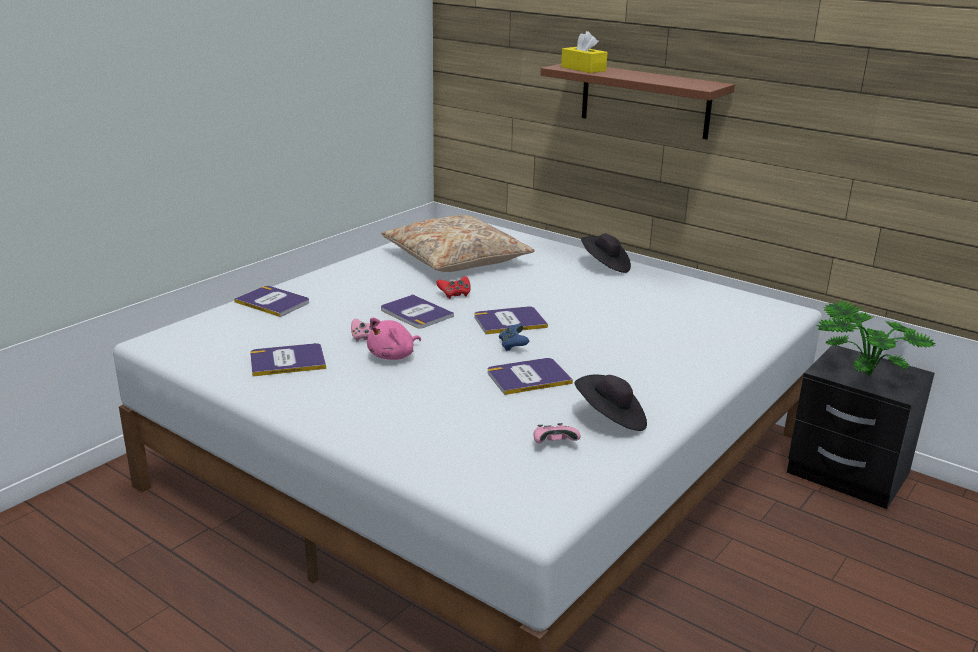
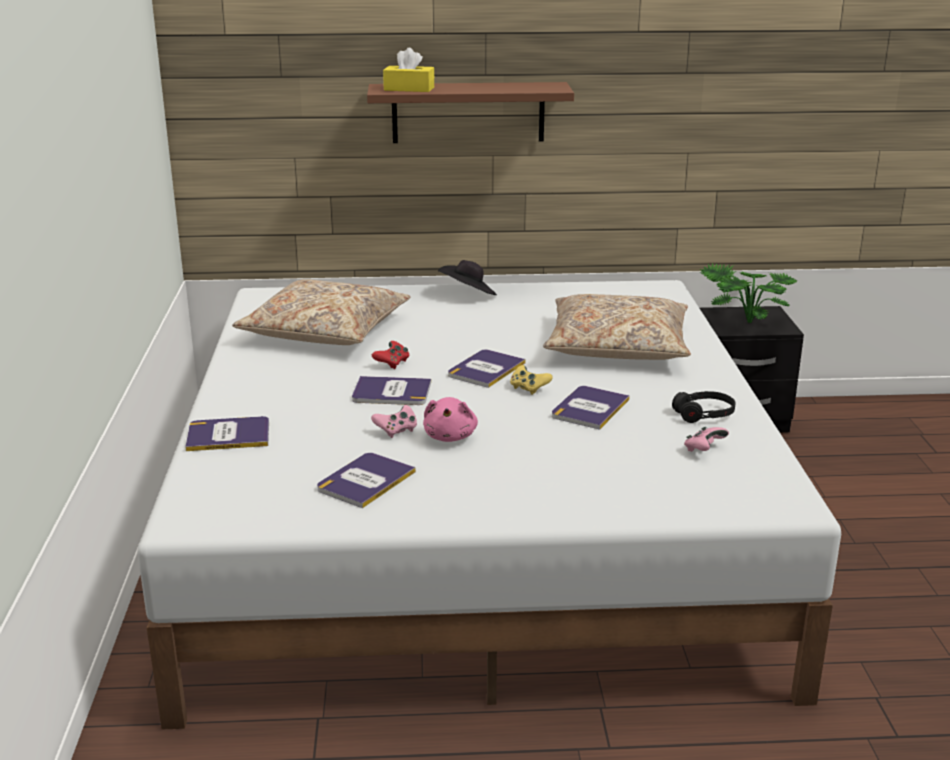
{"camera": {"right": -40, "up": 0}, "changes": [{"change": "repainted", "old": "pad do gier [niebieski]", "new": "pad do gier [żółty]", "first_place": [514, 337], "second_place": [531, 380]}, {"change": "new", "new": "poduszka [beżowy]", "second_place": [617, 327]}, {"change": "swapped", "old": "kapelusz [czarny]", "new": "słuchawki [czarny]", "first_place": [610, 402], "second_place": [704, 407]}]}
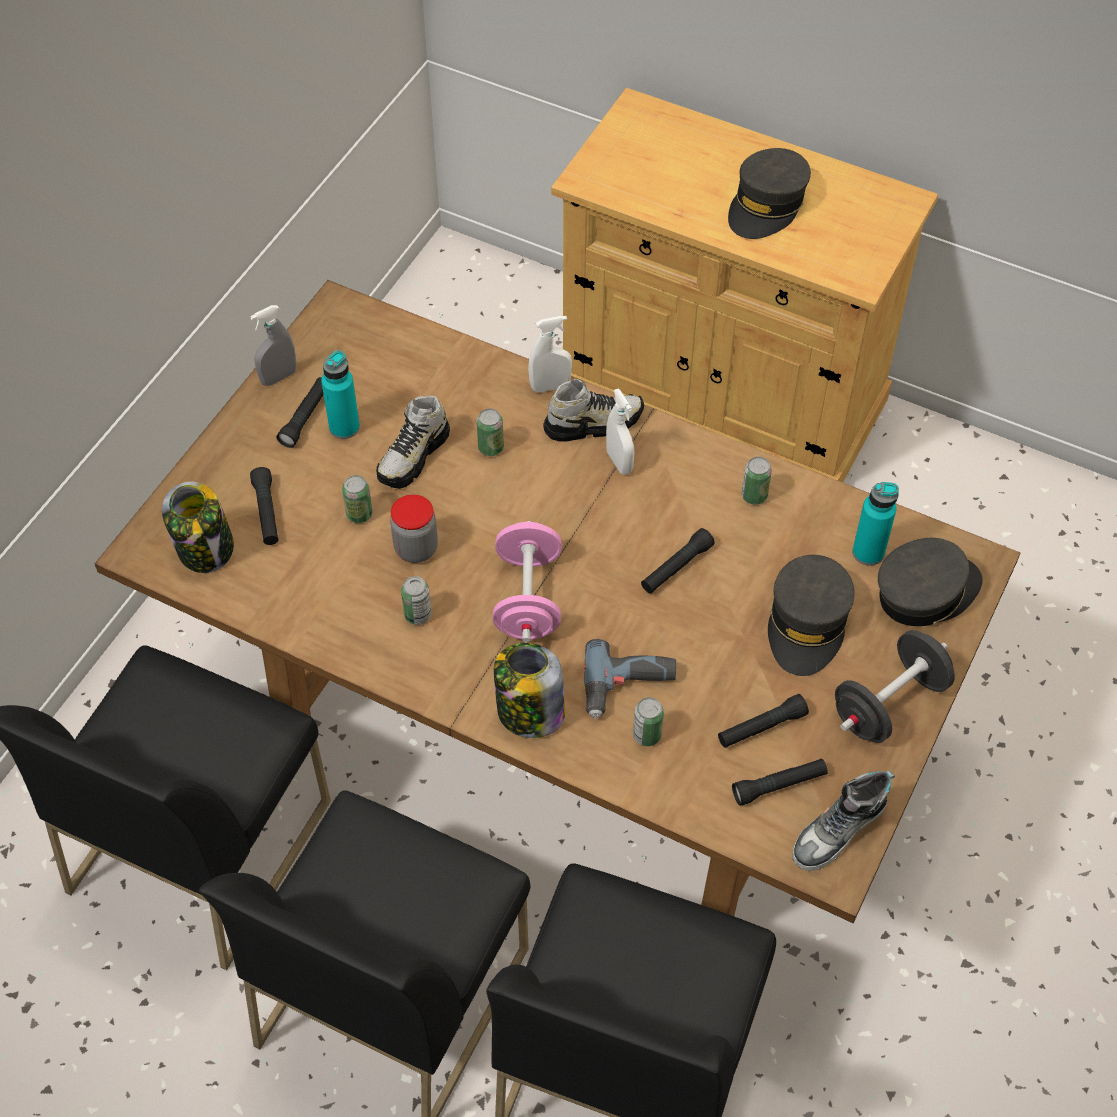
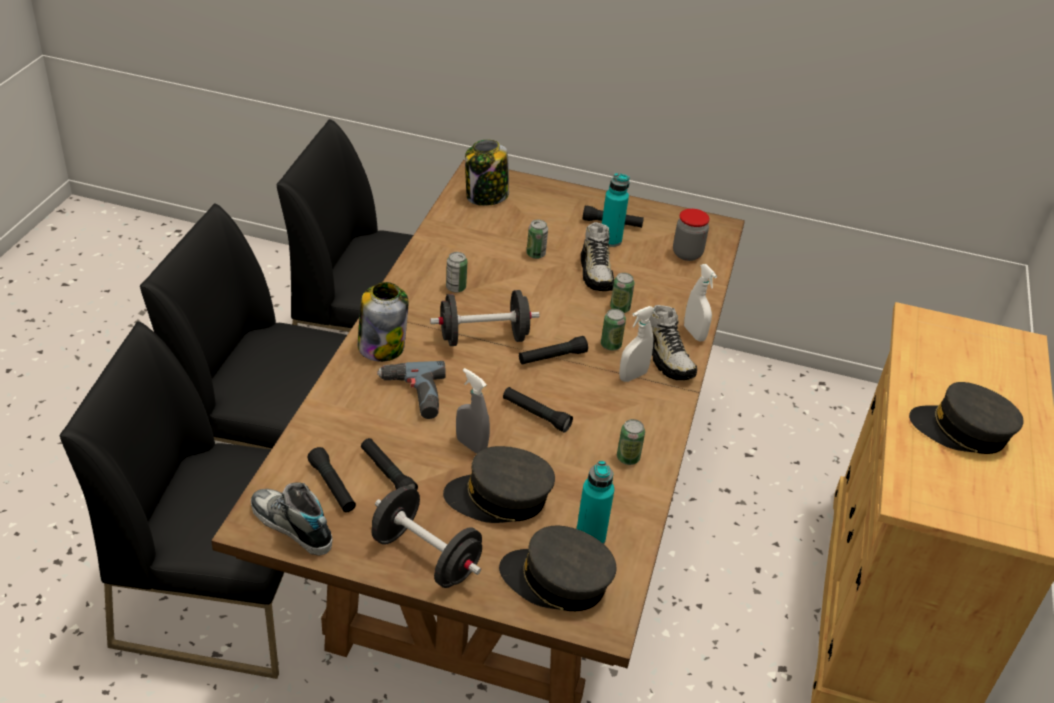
{"camera": {"right": 75, "up": -15}, "changes": [{"change": "repainted", "old": "hantel [różowy]", "new": "hantel [czarny]", "first_place": [527, 581], "second_place": [484, 318]}, {"change": "shifted", "old": "spryskiwacz [szary]", "first_place": [273, 345], "second_place": [473, 411]}, {"change": "rotated", "old": "czapka z daszkiem [szary]", "first_place": [930, 582], "second_place": [557, 568], "degrees": 150}, {"change": "shifted", "old": "latarka [czarny]", "first_place": [264, 506], "second_place": [553, 350]}, {"change": "rotated", "old": "but", "first_place": [413, 442], "second_place": [597, 256], "degrees": -120}, {"change": "shifted", "old": "puszka", "first_place": [648, 721], "second_place": [613, 330]}, {"change": "shifted", "old": "słoik", "first_place": [414, 529], "second_place": [691, 235]}]}
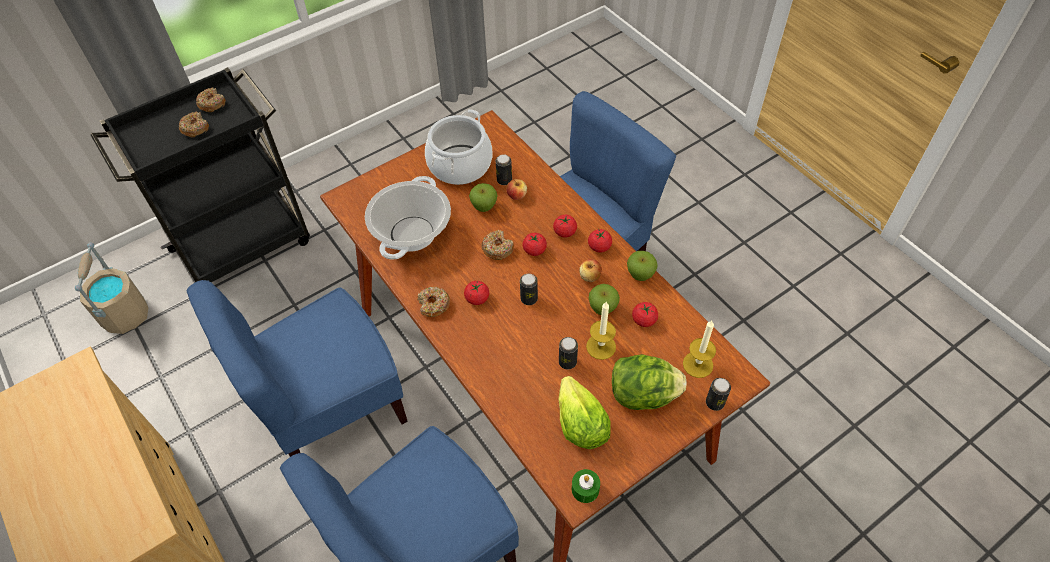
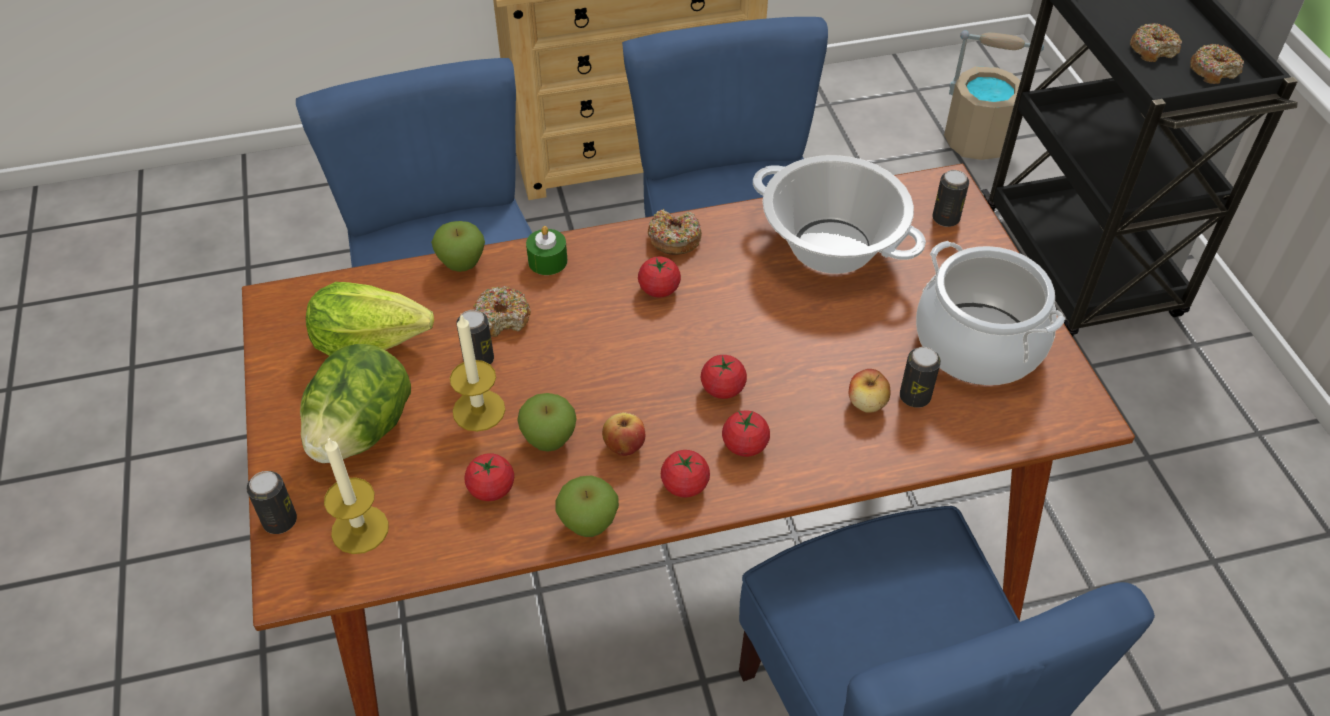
{"camera": {"right": 110, "up": -5}, "changes": [{"change": "shifted", "old": "jabłko", "first_place": [483, 197], "second_place": [458, 246]}, {"change": "shifted", "old": "donut", "first_place": [497, 245], "second_place": [502, 311]}, {"change": "shifted", "old": "świeca [zielony]", "first_place": [586, 486], "second_place": [547, 250]}, {"change": "shifted", "old": "puszka", "first_place": [529, 289], "second_place": [950, 198]}]}
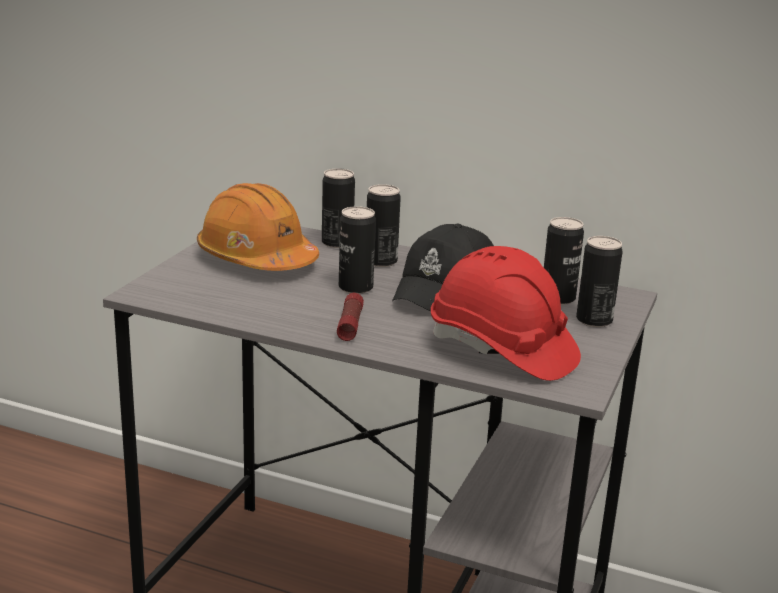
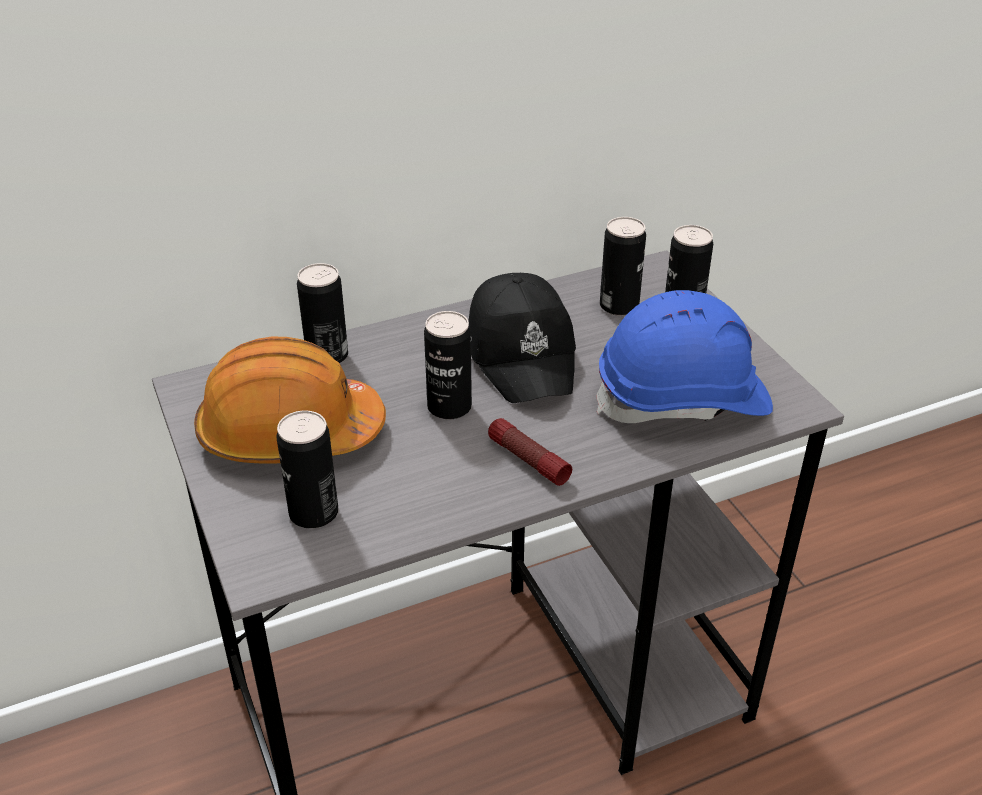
{"camera": {"right": -45, "up": 15}, "changes": [{"change": "shifted", "old": "puszka", "first_place": [384, 225], "second_place": [307, 469]}, {"change": "repainted", "old": "kask [czerwony]", "new": "kask [niebieski]", "first_place": [506, 313], "second_place": [684, 356]}]}
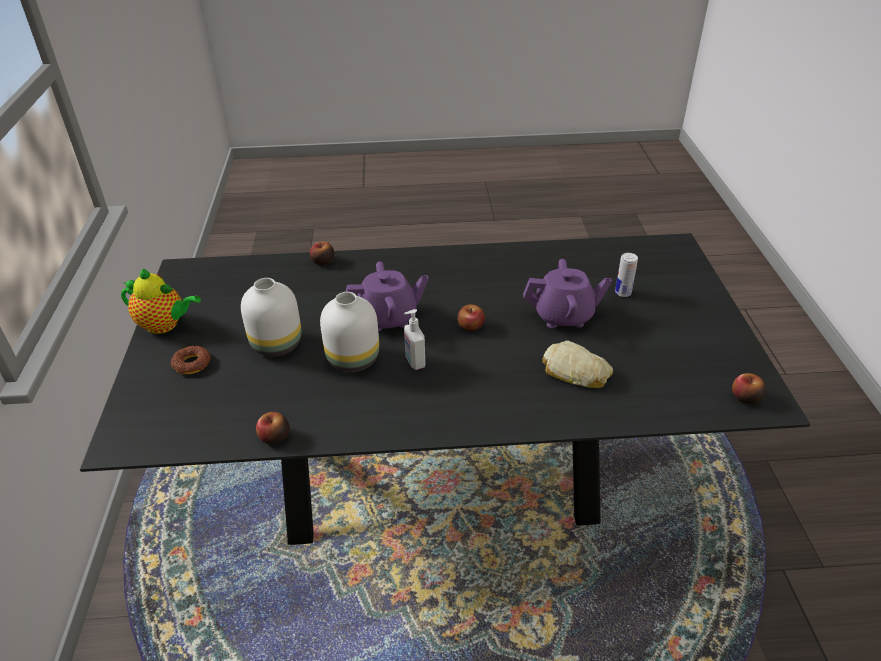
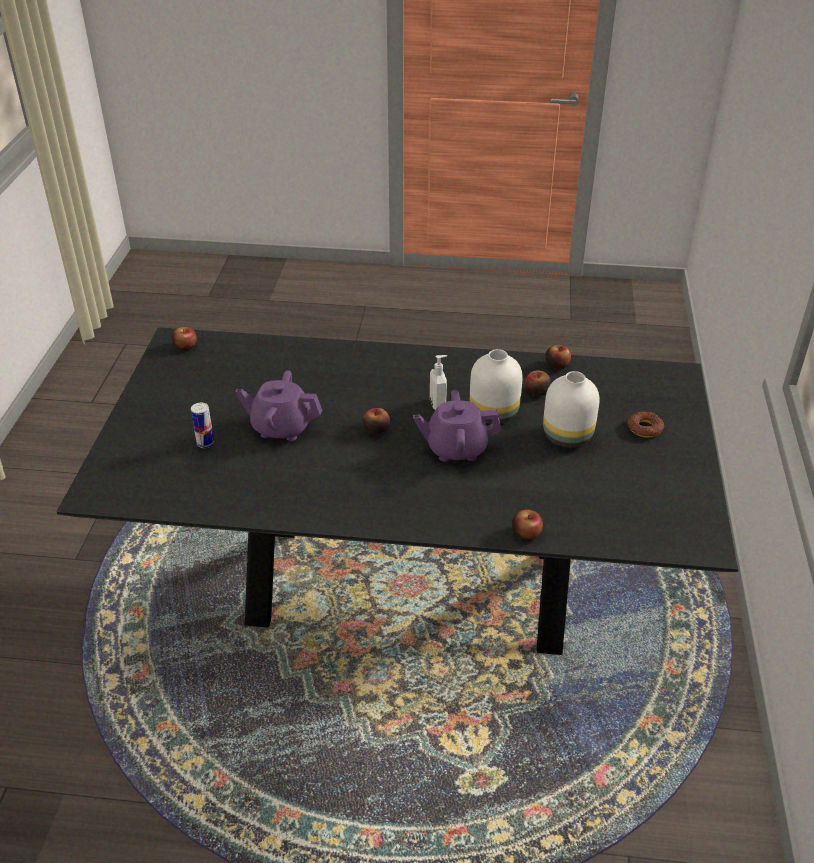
{"camera": {"right": -170, "up": 0}, "changes": [{"change": "new", "new": "jabłko", "second_place": [538, 383]}, {"change": "gone", "old": "imbryk", "first_place": [161, 301]}, {"change": "gone", "old": "chleb", "first_place": [577, 364]}]}
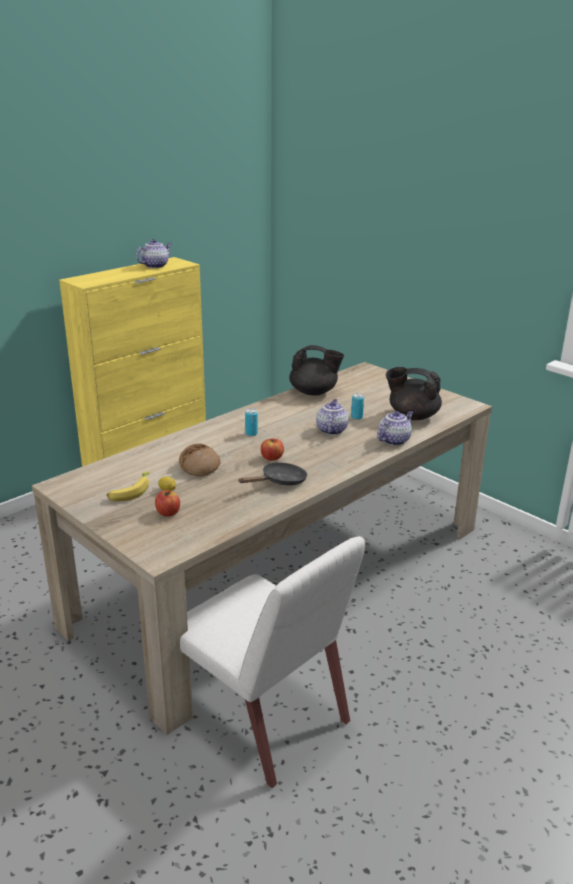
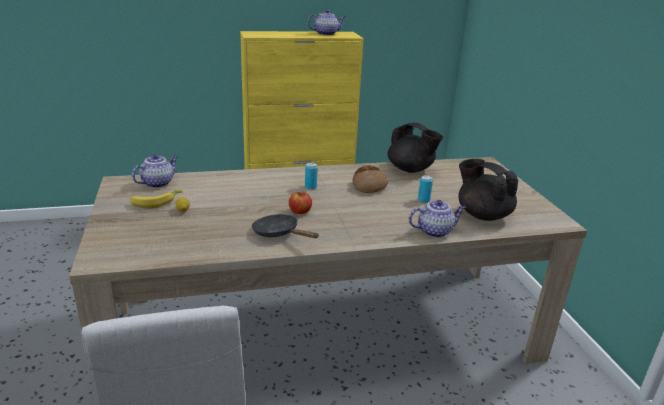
{"camera": {"right": 30, "up": 0}, "changes": [{"change": "shifted", "old": "imbryk", "first_place": [332, 417], "second_place": [155, 171]}, {"change": "rotated", "old": "patelnia [czarny]", "first_place": [272, 474], "second_place": [285, 226], "degrees": -135}, {"change": "shifted", "old": "chleb", "first_place": [200, 460], "second_place": [370, 179]}, {"change": "gone", "old": "jabłko", "first_place": [167, 503]}]}
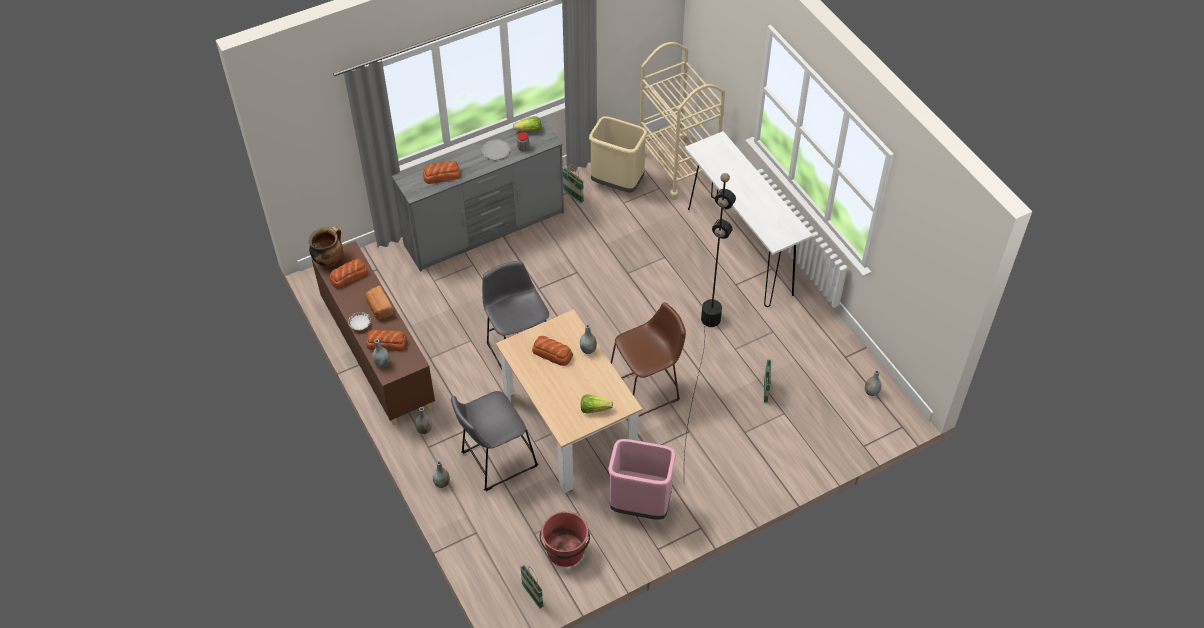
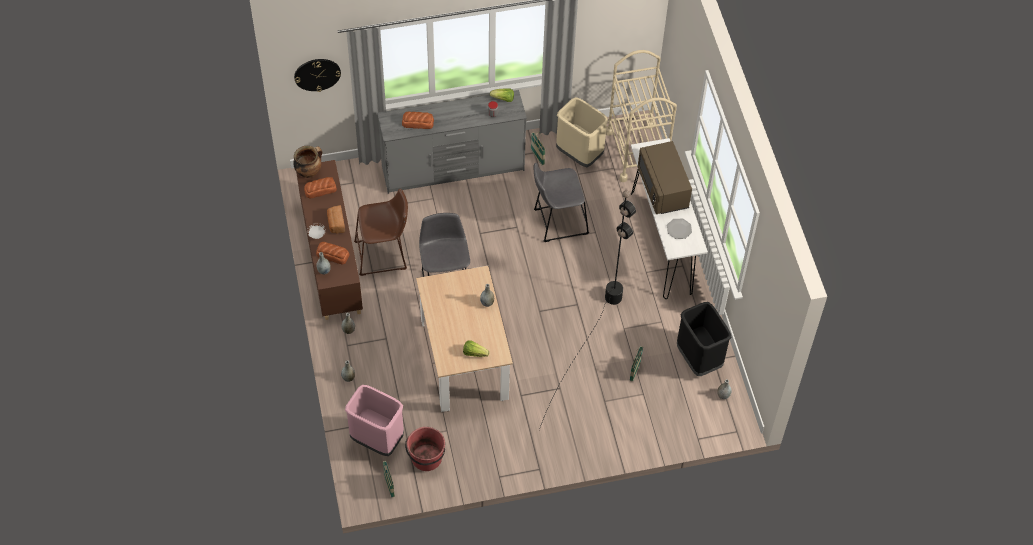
{"camera": {"right": 15, "up": 5}, "changes": [{"change": "new", "new": "zegar ścienny", "second_place": [317, 75]}, {"change": "shifted", "old": "kosz na śmieci [różowy]", "first_place": [642, 479], "second_place": [374, 420]}, {"change": "shifted", "old": "stołek [brązowy]", "first_place": [648, 359], "second_place": [381, 232]}, {"change": "shifted", "old": "stołek [szary]", "first_place": [494, 441], "second_place": [561, 202]}, {"change": "new", "new": "mikrofalówka [brązowy]", "second_place": [665, 177]}, {"change": "shifted", "old": "talerz", "first_place": [495, 149], "second_place": [679, 229]}, {"change": "new", "new": "kosz na śmieci [czarny]", "second_place": [704, 339]}, {"change": "gone", "old": "chleb", "first_place": [552, 351]}]}
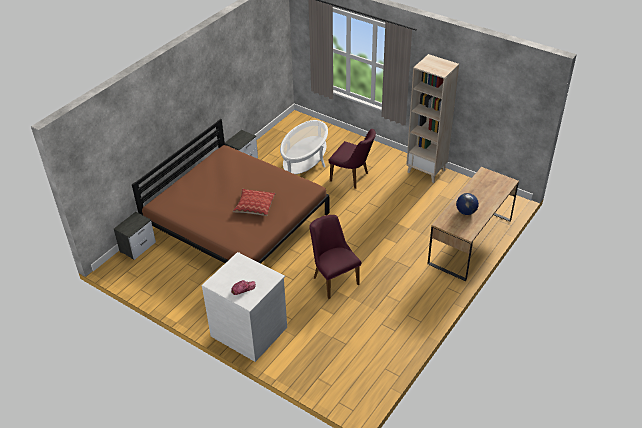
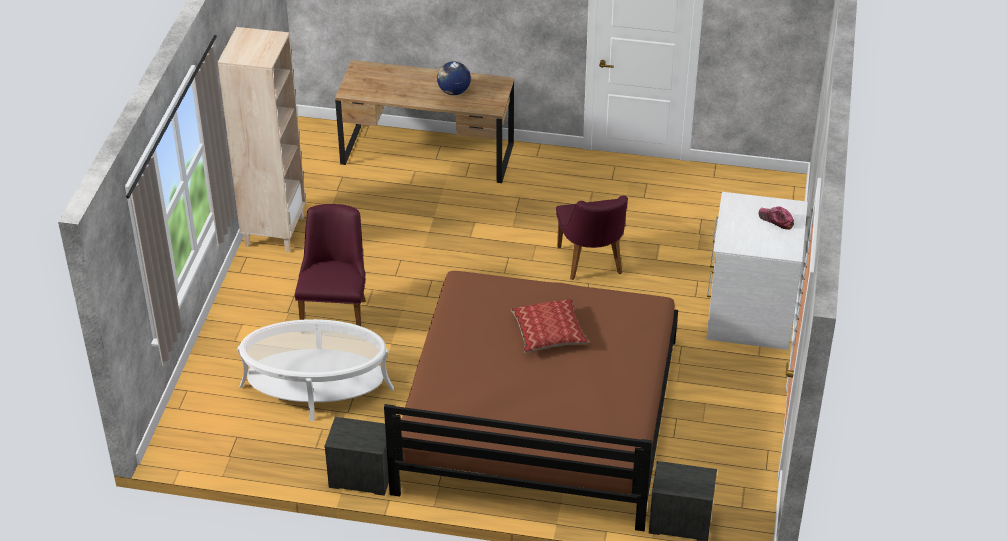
{"camera": {"right": -115, "up": 0}, "changes": [{"change": "rotated", "old": "krzesło [fioletowy]", "first_place": [335, 257], "second_place": [592, 238], "degrees": -45}]}
